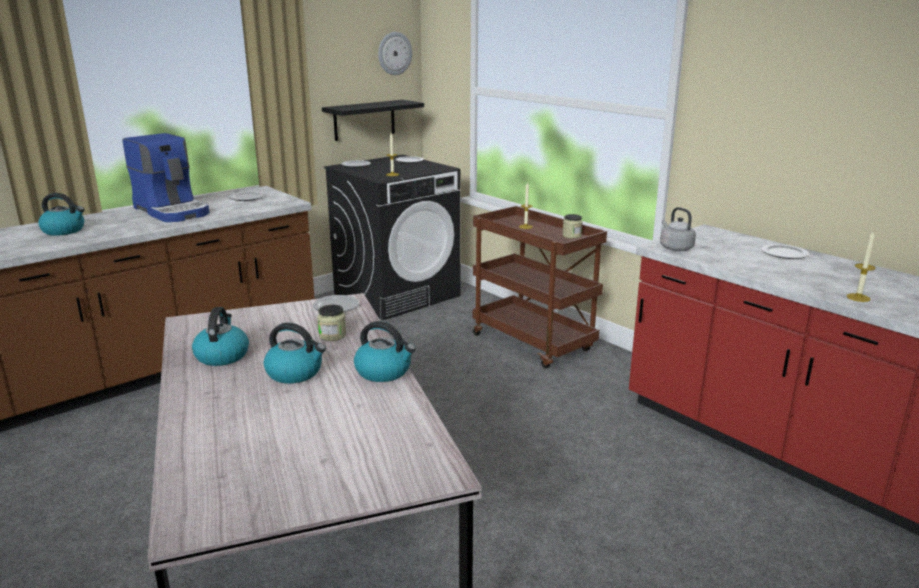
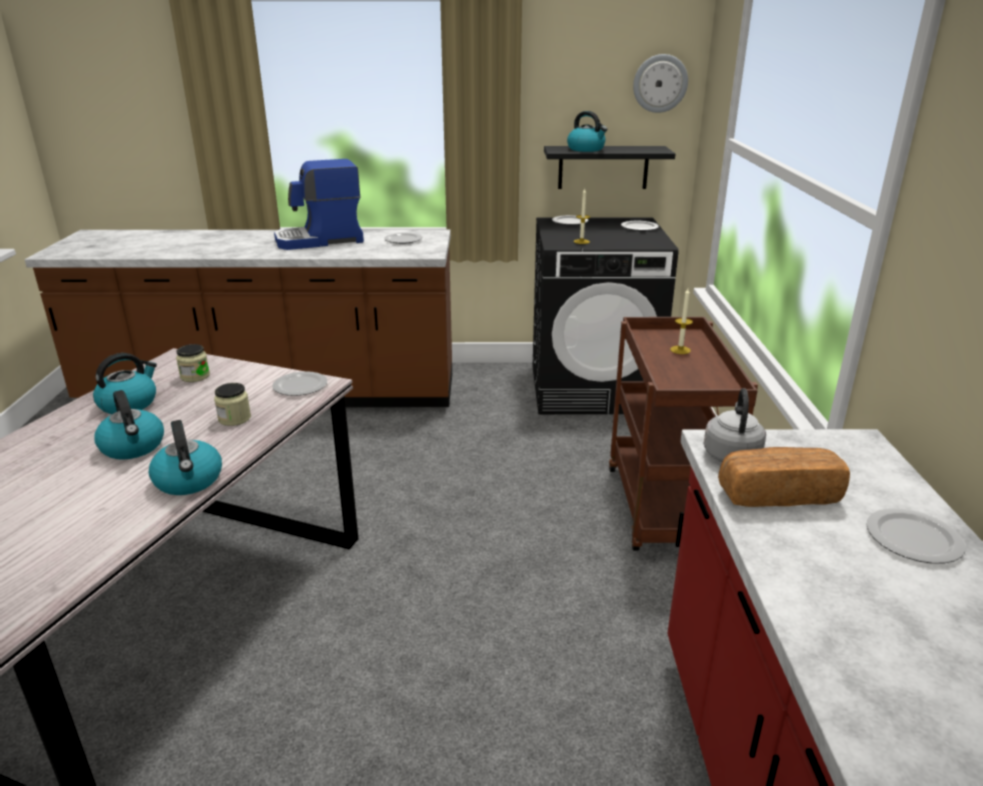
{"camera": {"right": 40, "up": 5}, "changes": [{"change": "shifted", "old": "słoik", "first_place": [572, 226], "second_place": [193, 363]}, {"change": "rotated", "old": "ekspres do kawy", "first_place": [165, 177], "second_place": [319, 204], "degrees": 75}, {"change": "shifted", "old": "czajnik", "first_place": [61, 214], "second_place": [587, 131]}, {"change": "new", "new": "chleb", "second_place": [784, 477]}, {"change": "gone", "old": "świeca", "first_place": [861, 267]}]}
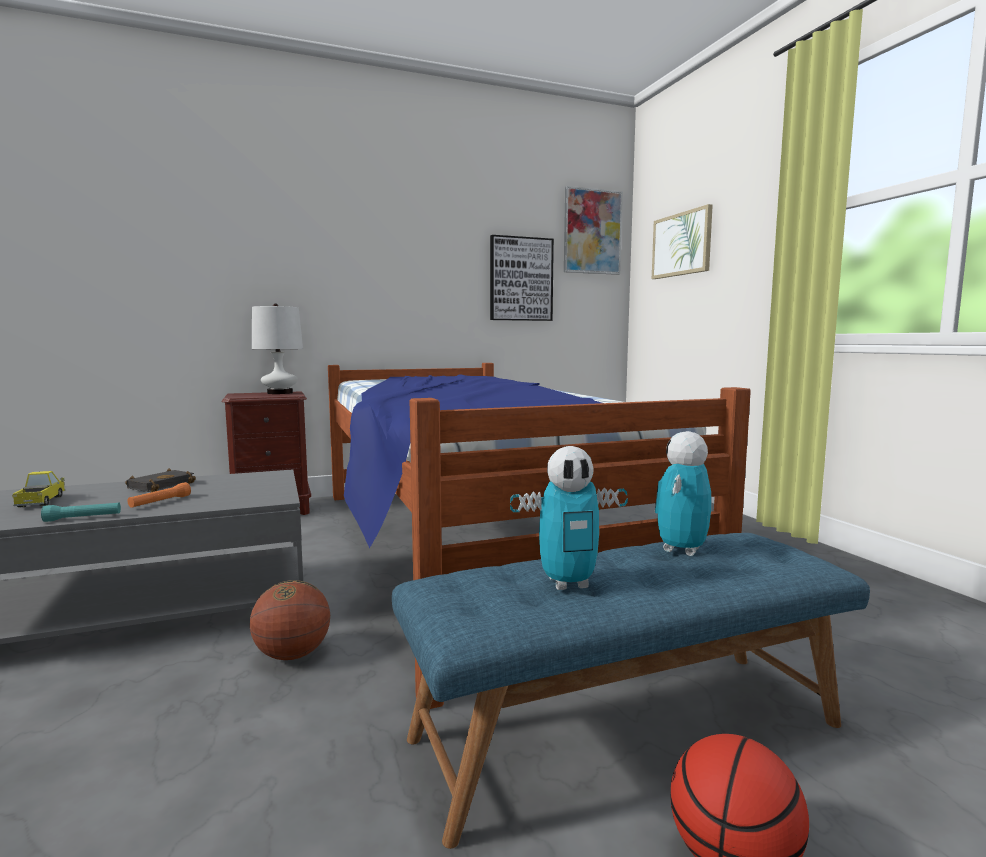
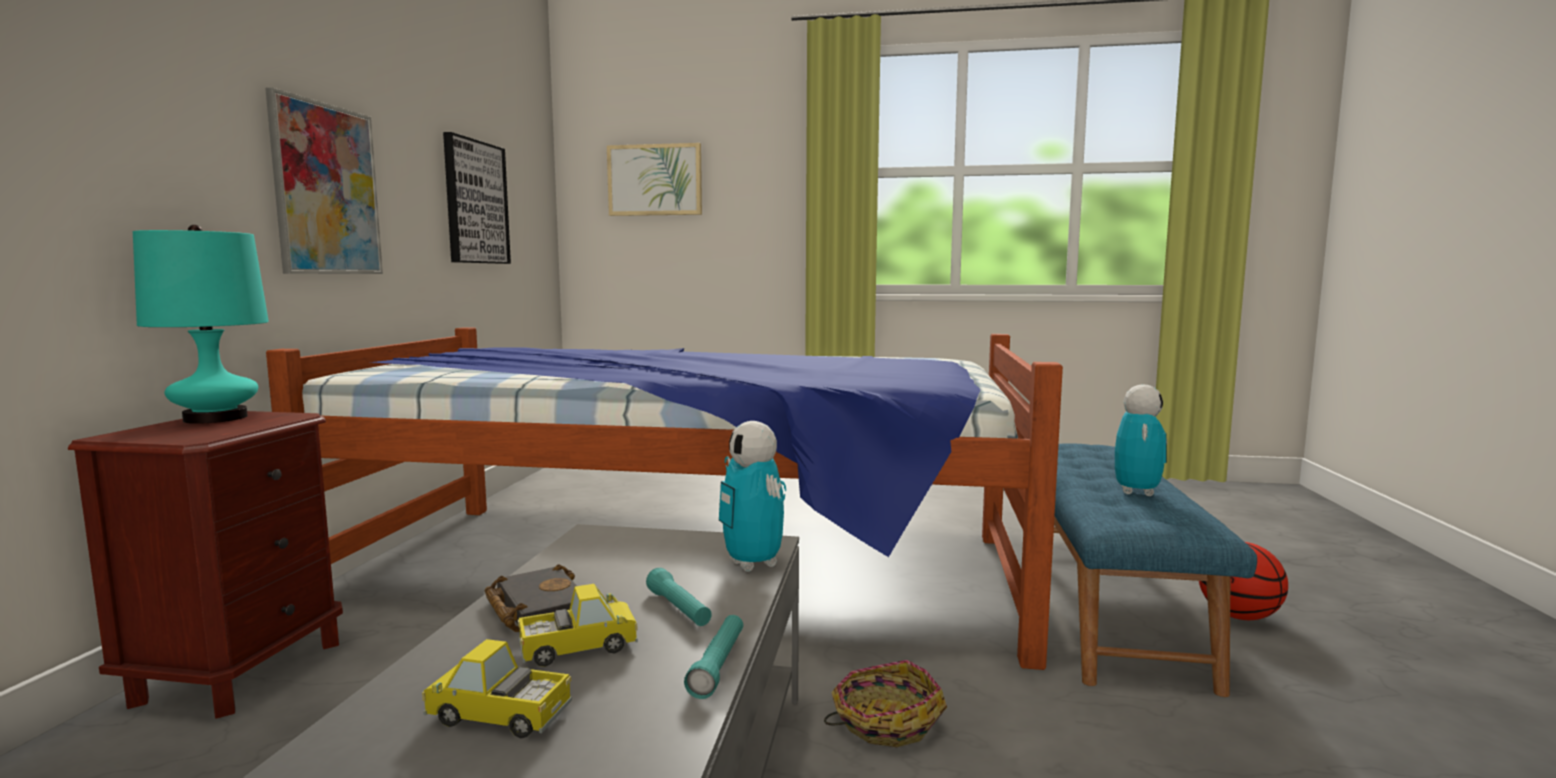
{"camera": {"right": -60, "up": 0}, "changes": [{"change": "repainted", "old": "lampa stołowa [biały]", "new": "lampa stołowa [turkusowy]", "first_place": [277, 349], "second_place": [201, 324]}, {"change": "shifted", "old": "obraz", "first_place": [593, 230], "second_place": [324, 181]}, {"change": "new", "new": "ciężarówka zabawkowa", "second_place": [578, 625]}, {"change": "repainted", "old": "latarka [pomarańczowy]", "new": "latarka [turkusowy]", "first_place": [159, 495], "second_place": [679, 597]}, {"change": "shifted", "old": "robot zabawkowy", "first_place": [683, 493], "second_place": [752, 496]}, {"change": "swapped", "old": "piłka do koszykówki", "new": "koszyk", "first_place": [290, 620], "second_place": [885, 703]}]}
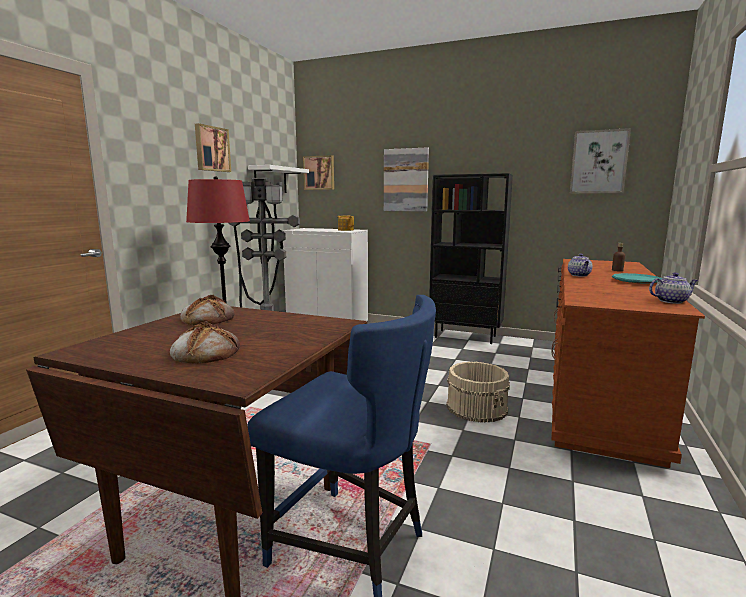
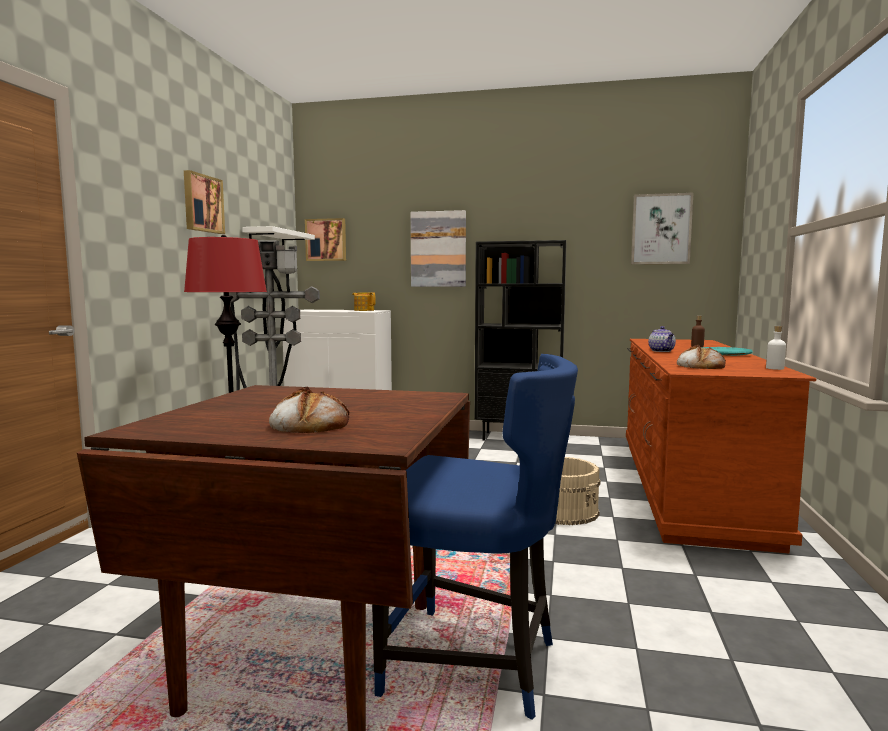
{"camera": {"right": -10, "up": -5}, "changes": [{"change": "shifted", "old": "chleb", "first_place": [207, 310], "second_place": [701, 357]}, {"change": "swapped", "old": "imbryk", "new": "butelka [biały]", "first_place": [673, 288], "second_place": [776, 348]}]}
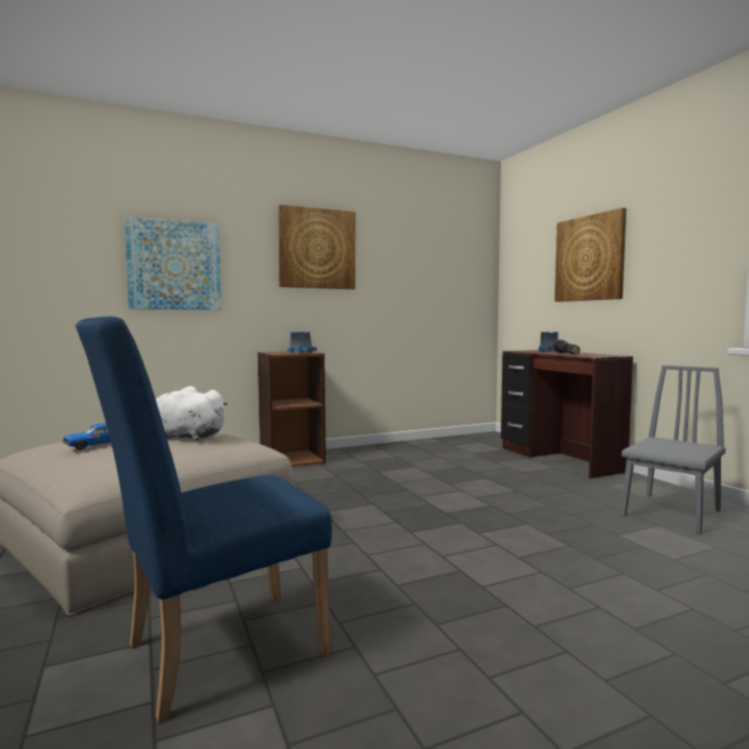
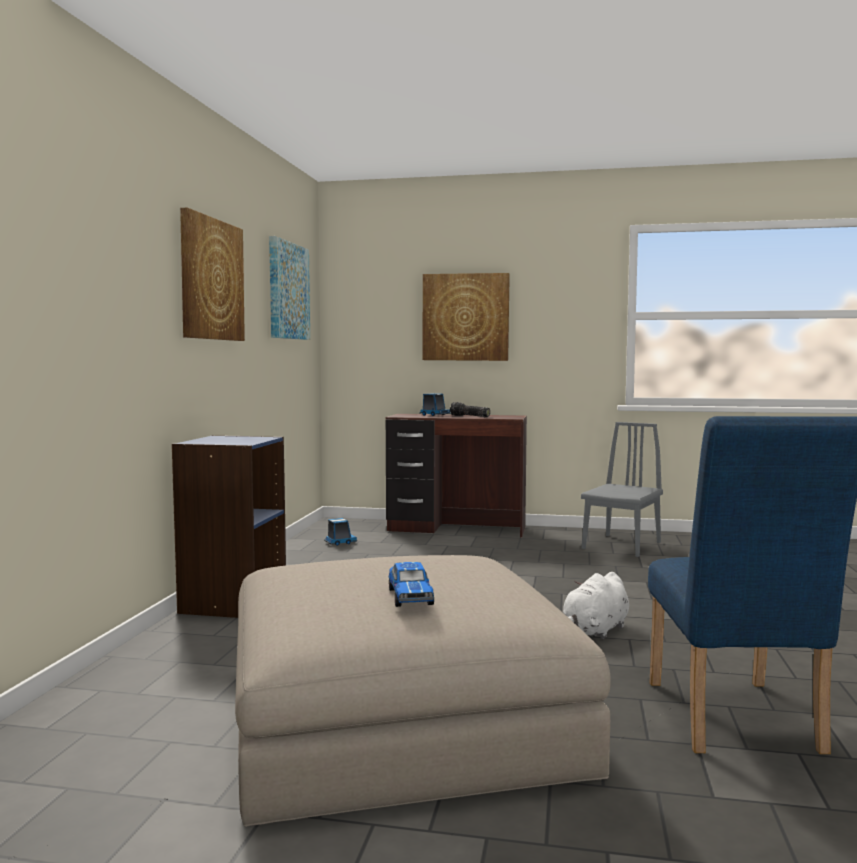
{"camera": {"right": -55, "up": 0}, "changes": [{"change": "repainted", "old": "regał [brązowy]", "new": "regał [niebieski]", "first_place": [292, 409], "second_place": [229, 526]}, {"change": "shifted", "old": "obraz", "first_place": [173, 263], "second_place": [289, 288]}, {"change": "shifted", "old": "ciężarówka zabawkowa", "first_place": [302, 342], "second_place": [340, 532]}, {"change": "shifted", "old": "pluszak [biały]", "first_place": [192, 413], "second_place": [596, 605]}, {"change": "rotated", "old": "krzesło [szary]", "first_place": [673, 449], "second_place": [622, 489], "degrees": 45}]}
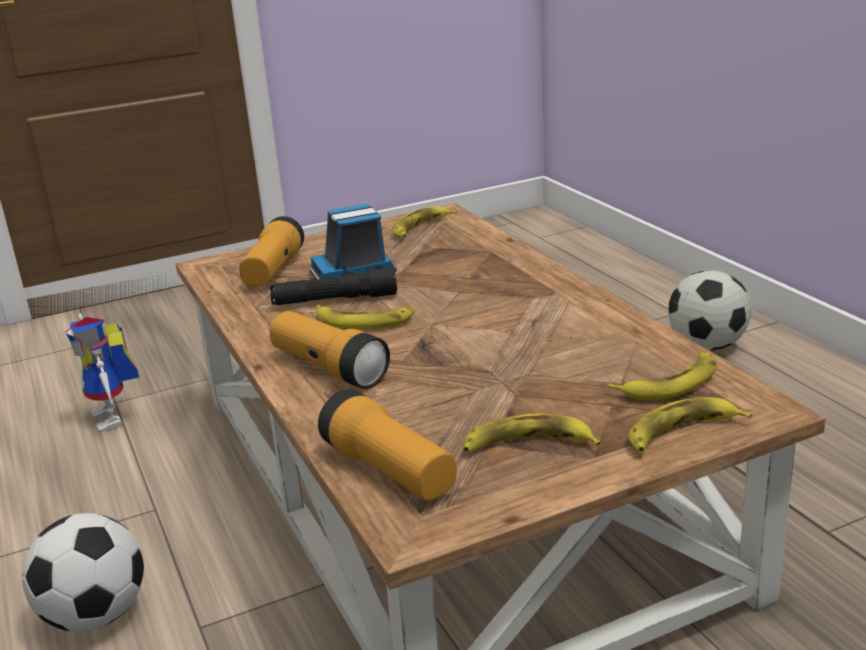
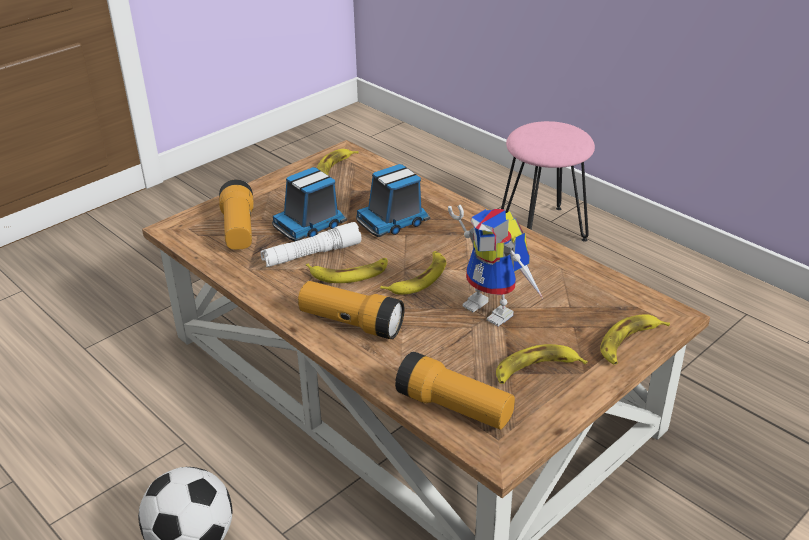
{"camera": {"right": -20, "up": 10}, "changes": [{"change": "repainted", "old": "latarka [czarny]", "new": "latarka [biały]", "first_place": [333, 286], "second_place": [311, 244]}, {"change": "new", "new": "ciężarówka zabawkowa", "second_place": [393, 200]}, {"change": "shifted", "old": "banan", "first_place": [663, 375], "second_place": [413, 273]}, {"change": "shifted", "old": "robot zabawkowy", "first_place": [102, 373], "second_place": [495, 265]}, {"change": "swapped", "old": "piłka futbolowa", "new": "stołek [różowy]", "first_place": [710, 310], "second_place": [548, 181]}]}
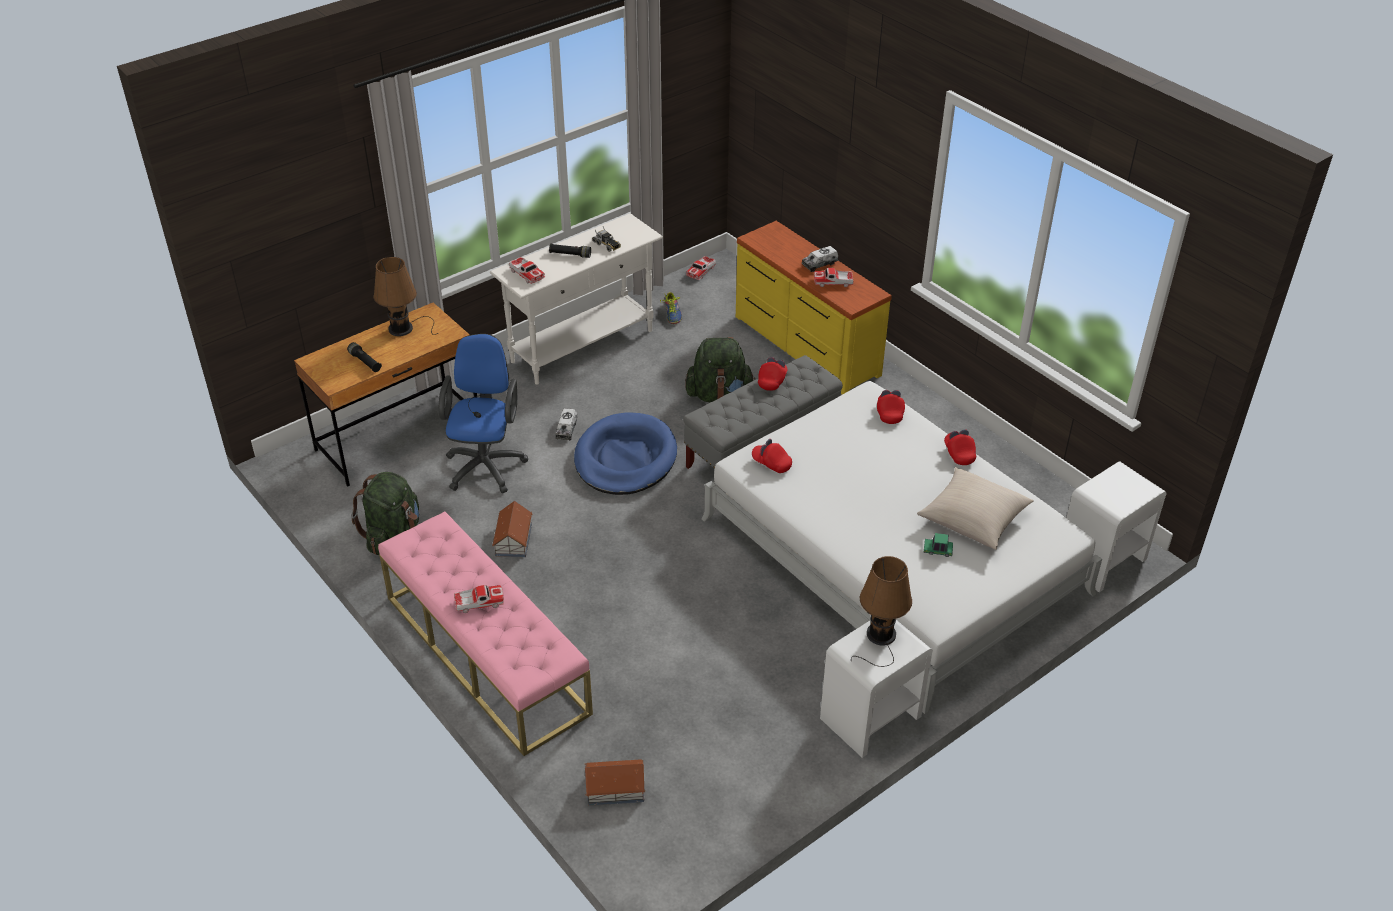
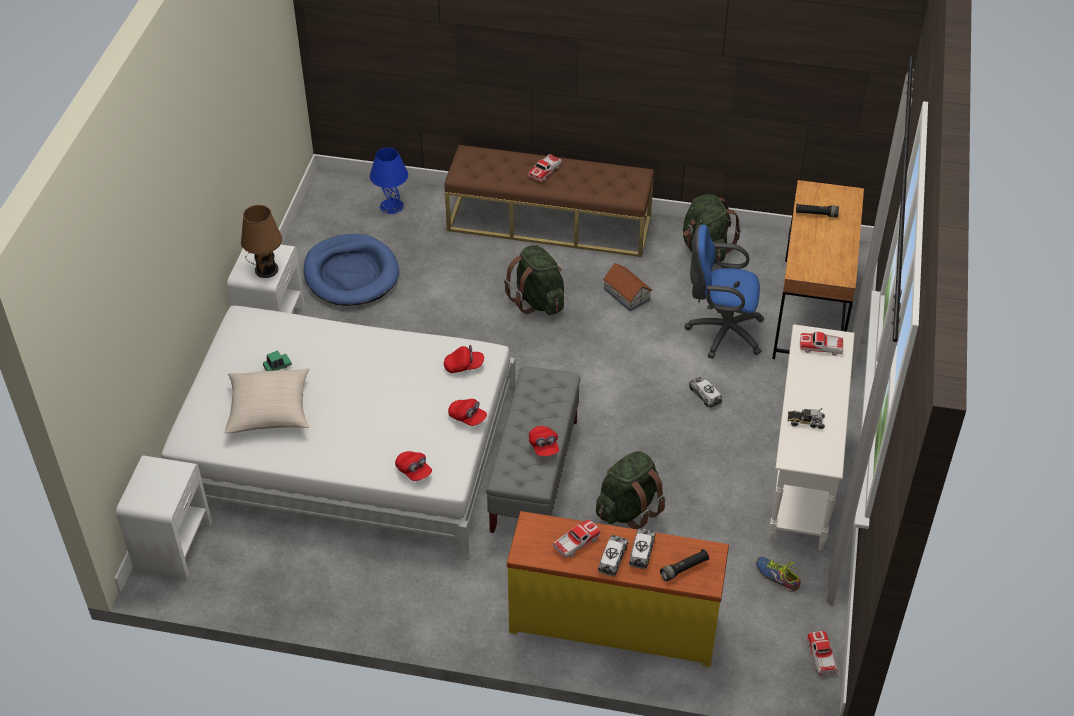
{"camera": {"right": 140, "up": 5}, "changes": [{"change": "shifted", "old": "legowisko [niebieski]", "first_place": [625, 453], "second_place": [351, 270]}, {"change": "swapped", "old": "domek", "new": "lampa stołowa [niebieski]", "first_place": [615, 782], "second_place": [389, 180]}, {"change": "repainted", "old": "ławka [różowy]", "new": "ławka [brązowy]", "first_place": [485, 633], "second_place": [549, 201]}, {"change": "shifted", "old": "czapka z daszkiem [czerwony]", "first_place": [960, 447], "second_place": [467, 412]}, {"change": "new", "new": "plecak [zielony]", "second_place": [534, 280]}, {"change": "new", "new": "ciężarówka zabawkowa", "second_place": [642, 548]}, {"change": "shifted", "old": "latarka [czarny]", "first_place": [570, 250], "second_place": [684, 565]}, {"change": "rotated", "old": "krzesło biurowe [niebieski]", "first_place": [483, 413], "second_place": [724, 292], "degrees": 135}, {"change": "gone", "old": "lampa stołowa [brązowy]", "first_place": [406, 296]}]}
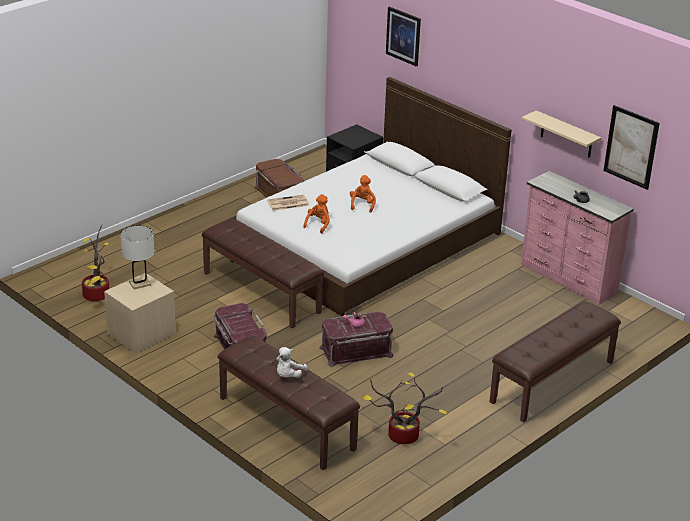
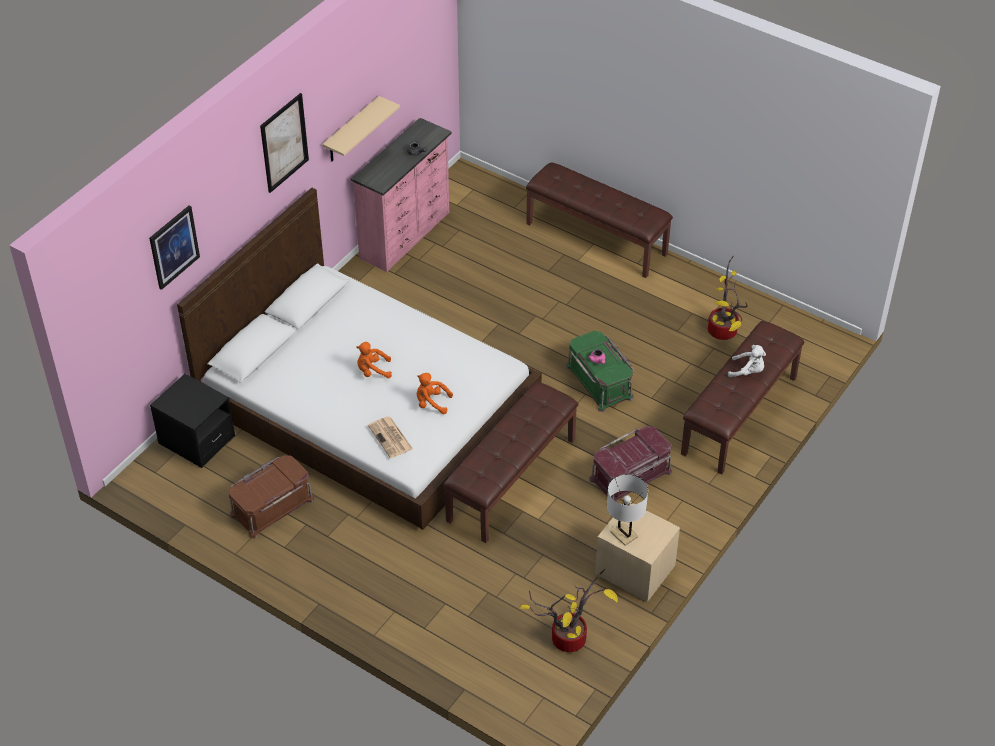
{"camera": {"right": -100, "up": 15}, "changes": [{"change": "shifted", "old": "obraz", "first_place": [631, 147], "second_place": [284, 143]}, {"change": "repainted", "old": "pojemnik do przechowywania [czerwony]", "new": "pojemnik do przechowywania [zielony]", "first_place": [356, 339], "second_place": [600, 371]}]}
